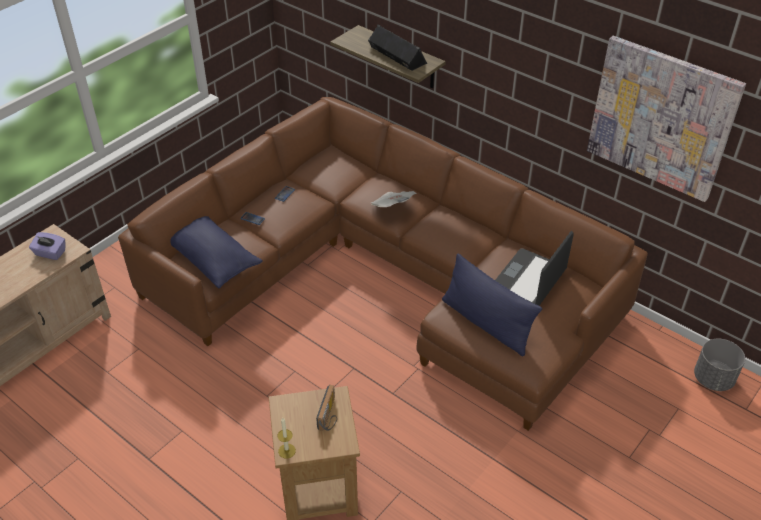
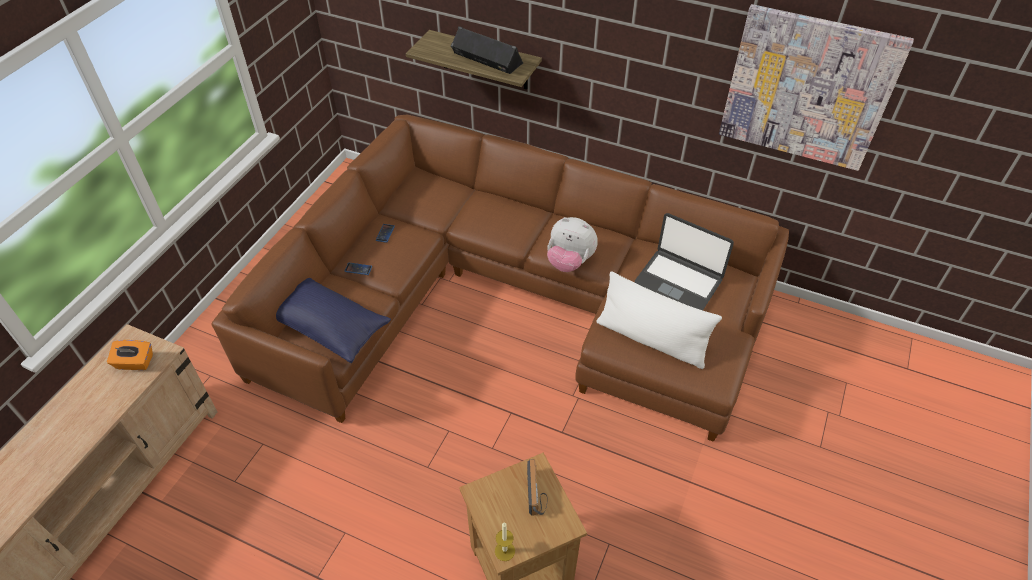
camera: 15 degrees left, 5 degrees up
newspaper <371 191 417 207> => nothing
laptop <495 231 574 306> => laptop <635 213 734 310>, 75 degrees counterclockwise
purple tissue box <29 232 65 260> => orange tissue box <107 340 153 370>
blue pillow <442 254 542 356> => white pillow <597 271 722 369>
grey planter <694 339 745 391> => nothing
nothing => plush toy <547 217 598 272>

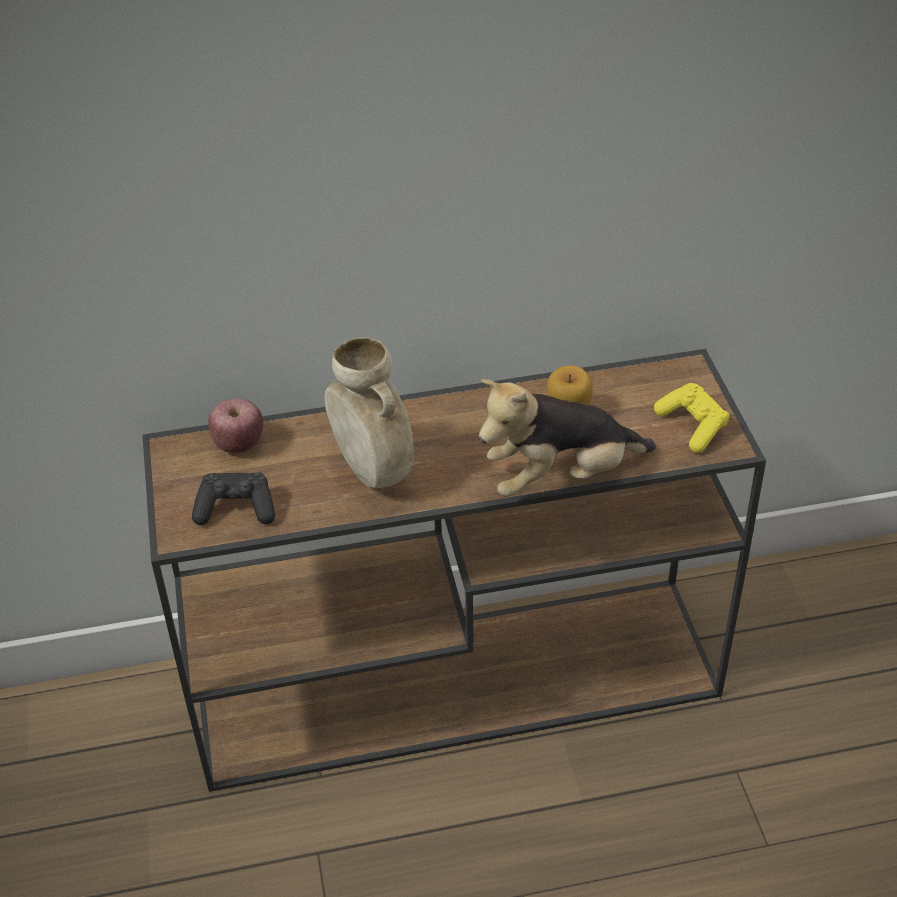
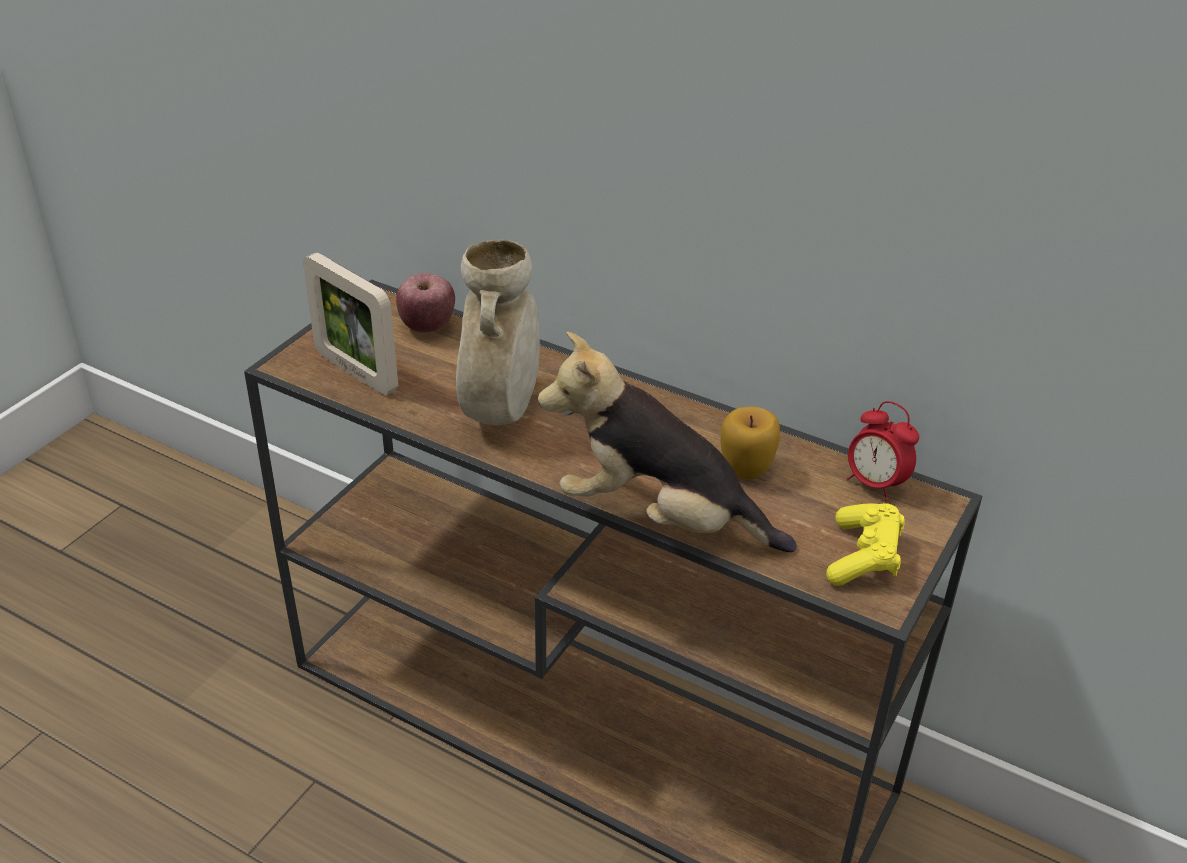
camera: 40 degrees right, 5 degrees down
black game controller <192 472 275 525> => picture frame <303 253 398 395>
nothing => alarm clock <847 401 919 501>

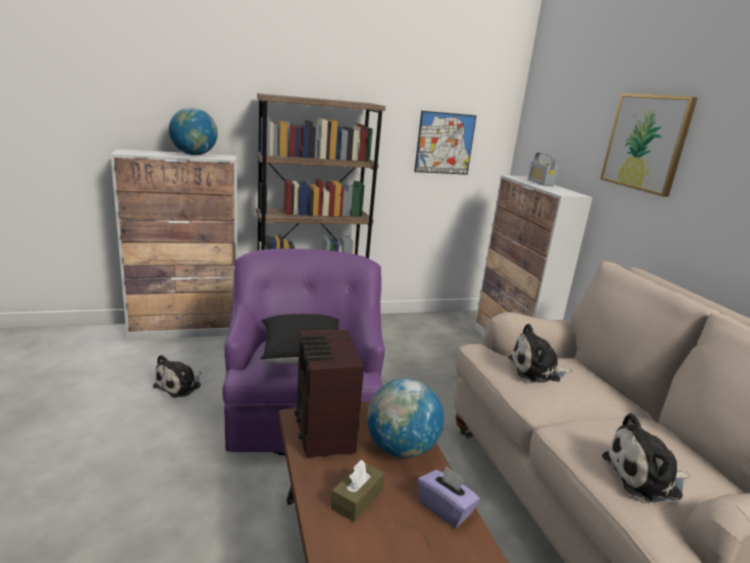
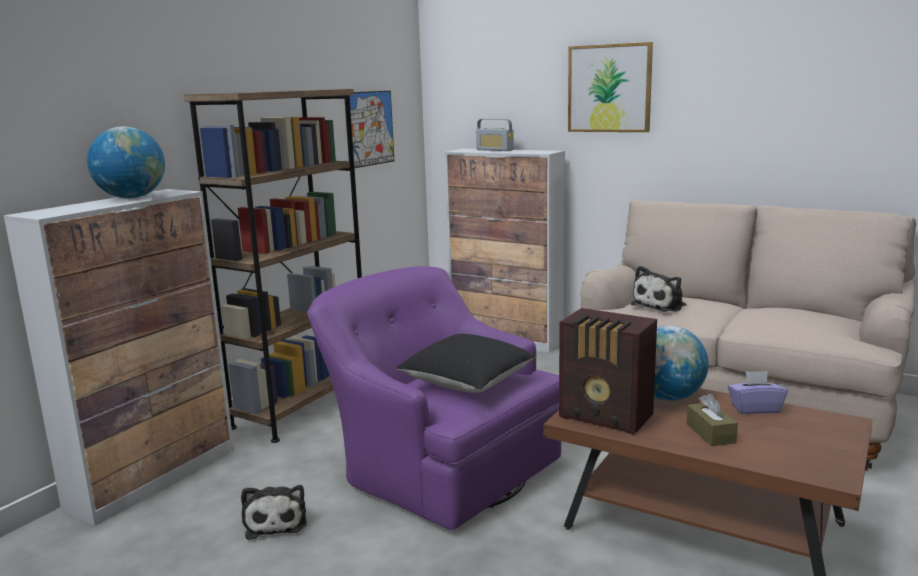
camera: 40 degrees left, 5 degrees down
plush toy <602 413 690 502> => nothing

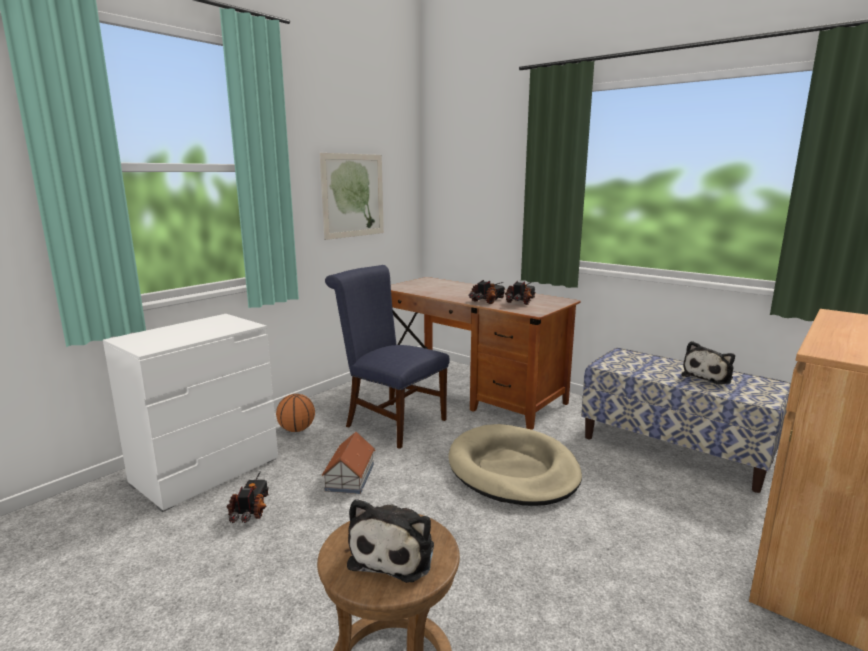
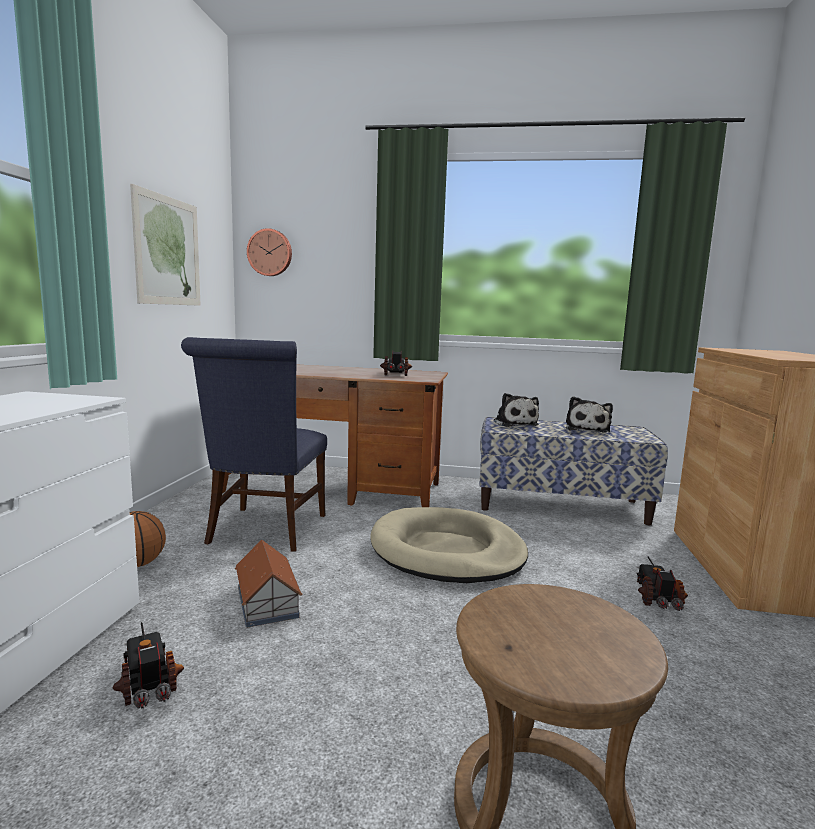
camera: 30 degrees left, 5 degrees down
blue chair <325 265 450 449> => blue chair <181 337 327 552>, 90 degrees counterclockwise
toy truck <468 280 505 304> => toy truck <637 556 688 611>, moved
plush toy <347 499 434 583> => plush toy <494 393 539 427>, moved
nothing => wall clock <247 228 292 276>

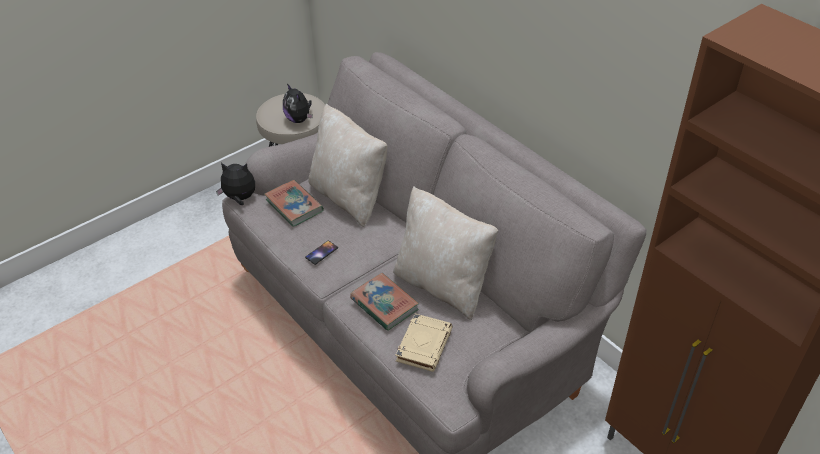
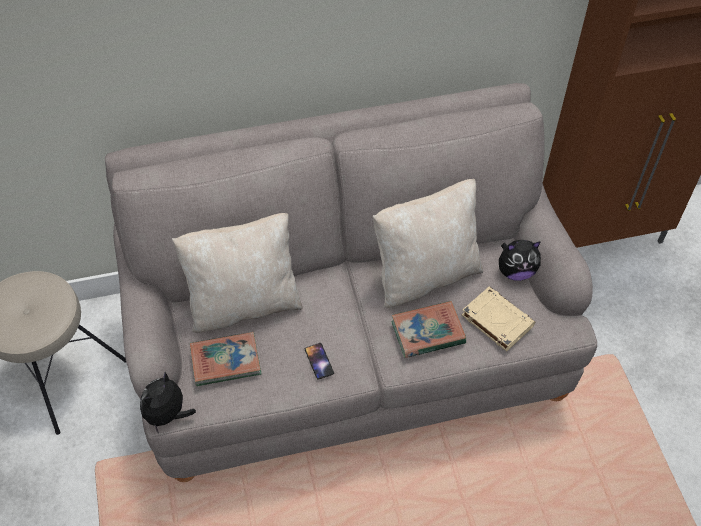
camera: 65 degrees left, 10 degrees up
plush toy <283 83 313 123> => plush toy <499 240 541 281>, moved

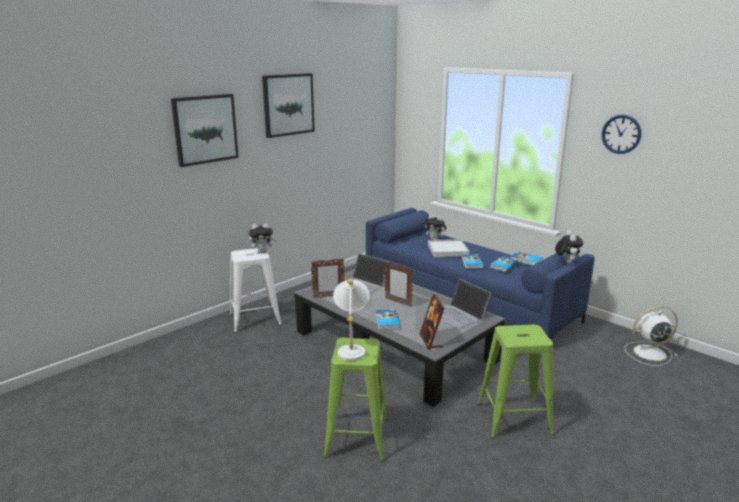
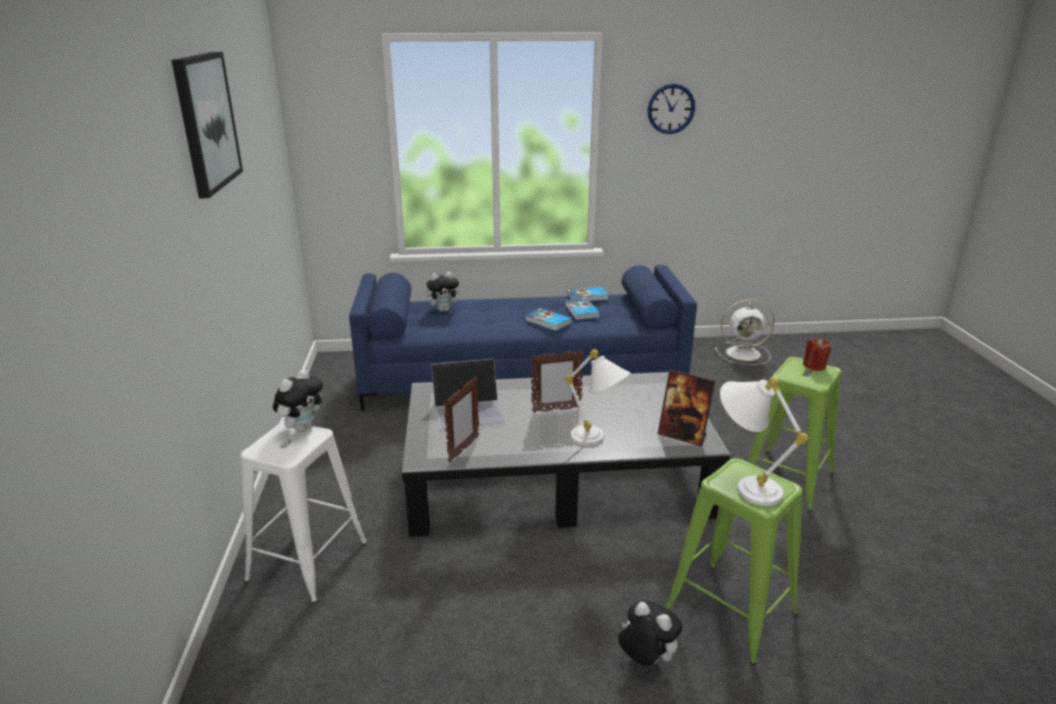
camera: 50 degrees left, 5 degrees up
picture <171 94 239 167> => nothing
plush toy <555 231 583 264> => plush toy <618 601 682 666>, moved
white tray <428 239 469 257> => nothing
laptop <441 279 491 329> => nothing
white fan <625 306 678 366> => white fan <715 299 775 365>, 120 degrees counterclockwise
book <376 309 400 330> => white table lamp <565 349 631 446>
nothing => red candle <803 338 831 371>

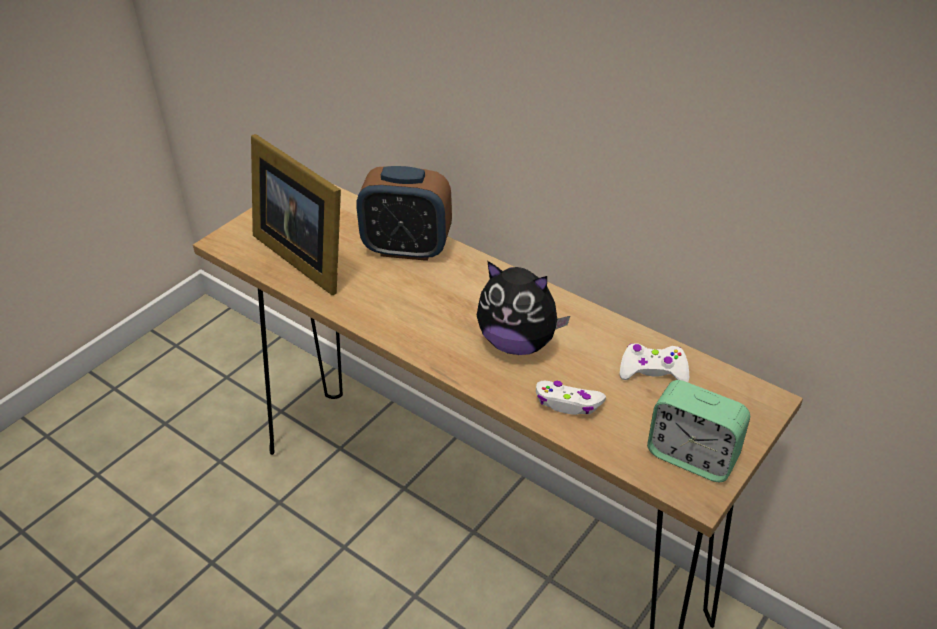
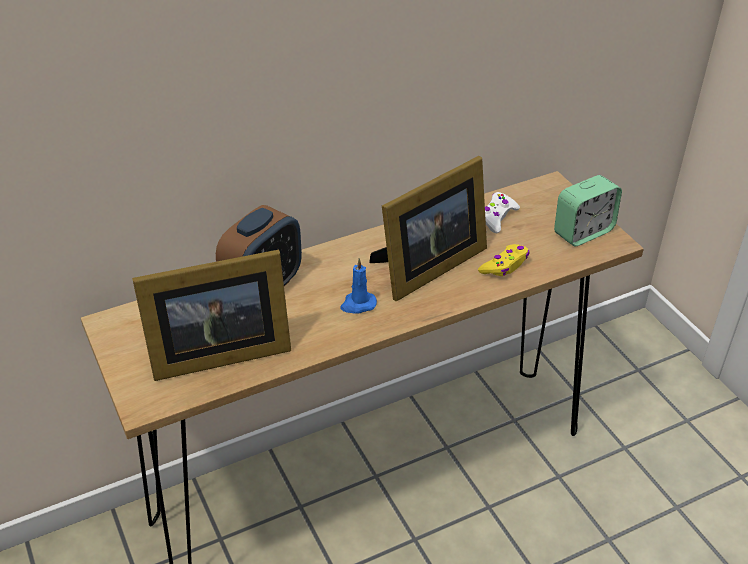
camera: 65 degrees left, 0 degrees up
plush toy <477 261 570 355> => picture frame <369 156 487 301>
white game controller <536 381 606 415> => yellow game controller <478 244 530 276>
nothing => blue candle <340 258 377 314>

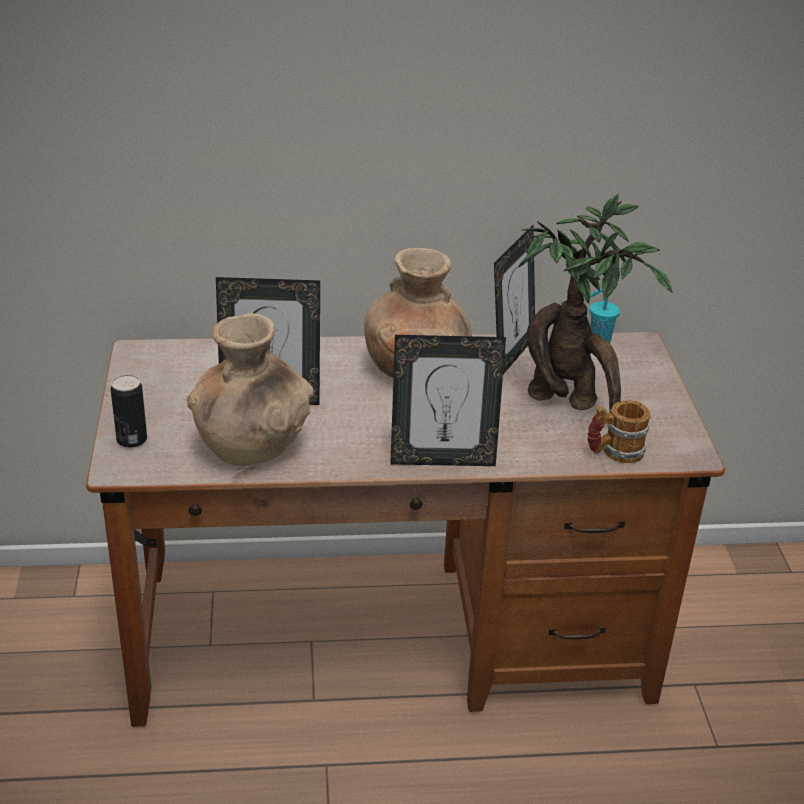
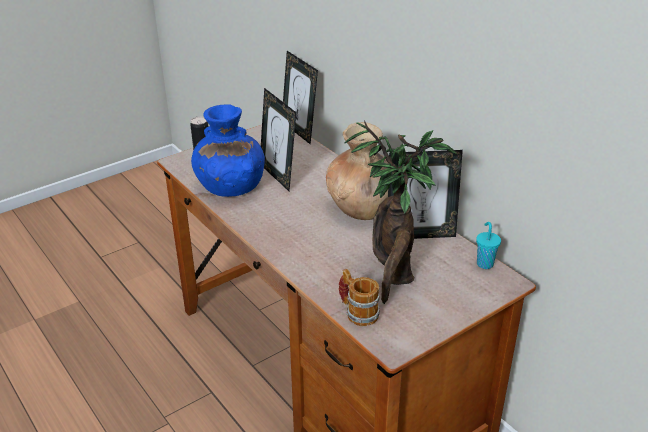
camera: 60 degrees right, 0 degrees up
brown vase <187 313 314 466> => blue vase <191 104 265 197>
picture frame <390 335 506 466> => picture frame <283 51 318 145>, moved

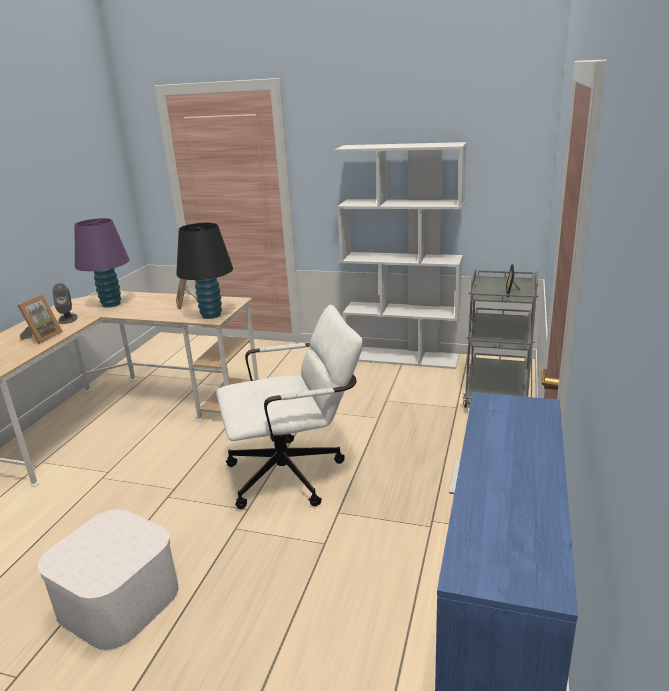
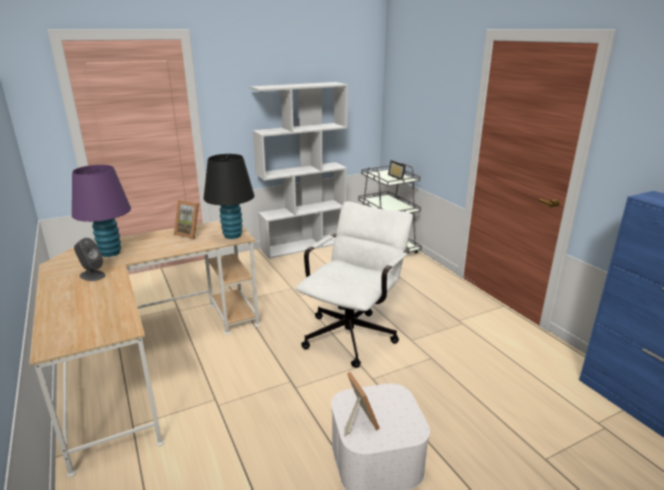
camera: 45 degrees left, 0 degrees up
picture frame <17 295 63 344> => picture frame <344 372 380 437>, moved

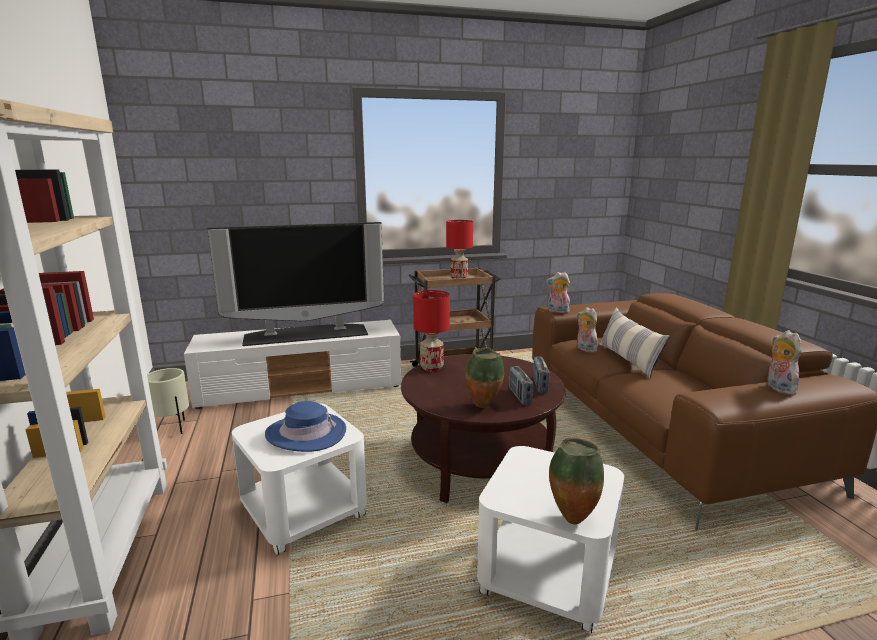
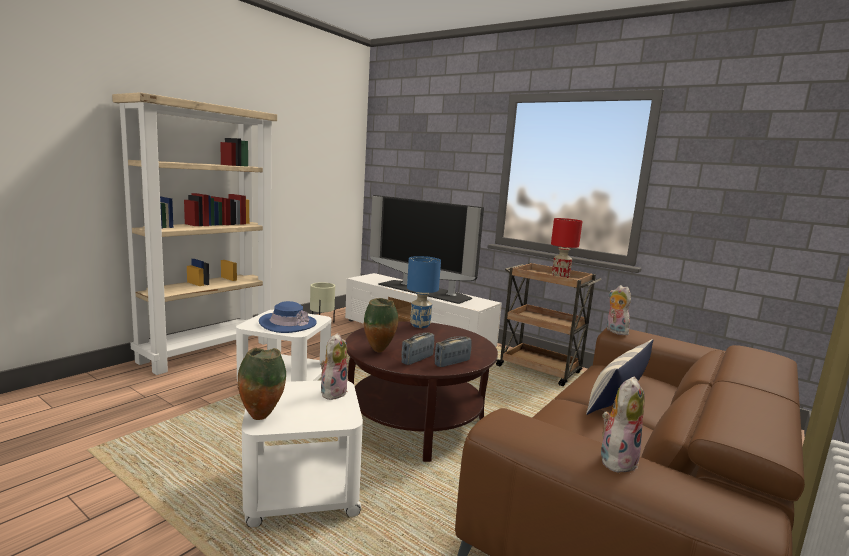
camera: 50 degrees right, 5 degrees down
red table lamp <413 290 450 371> => blue table lamp <407 256 441 328>
plush toy <577 307 598 352> => plush toy <320 333 347 400>, moved

